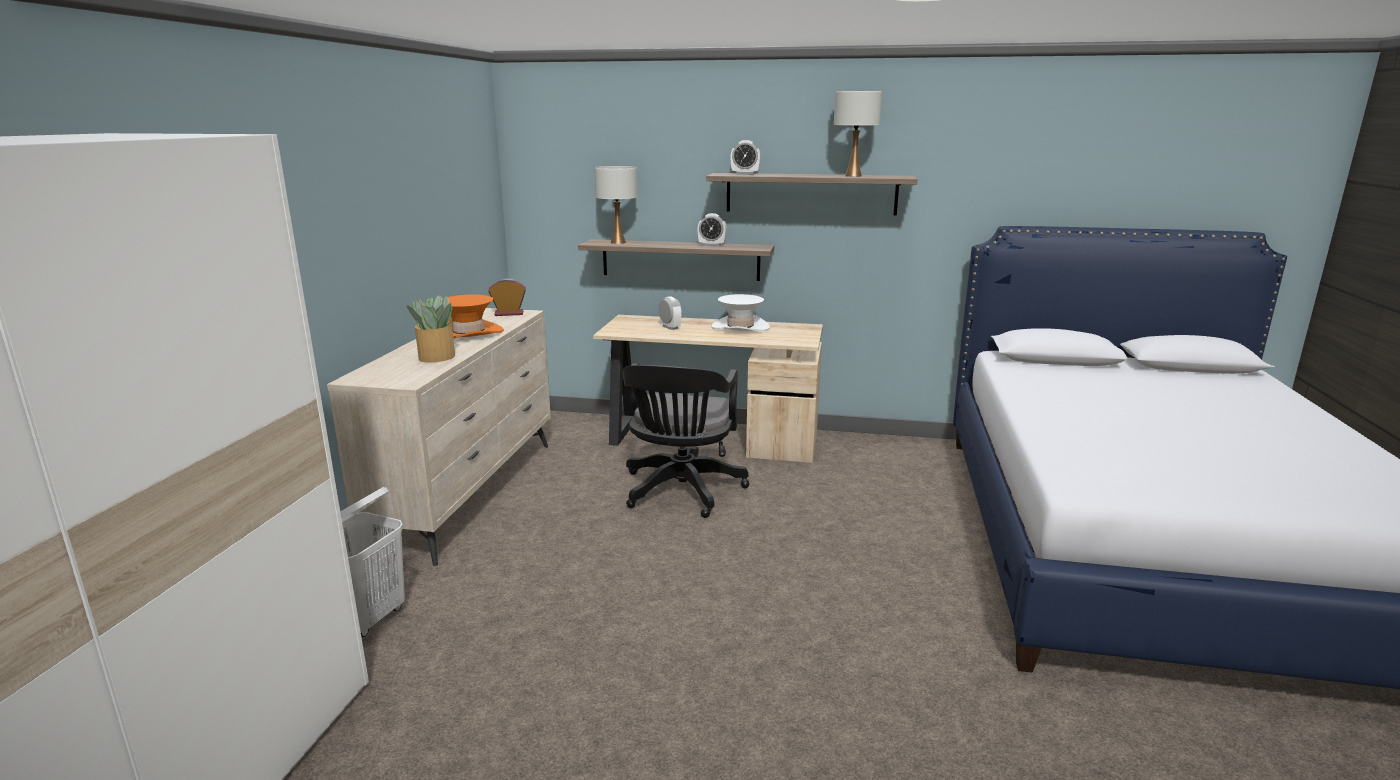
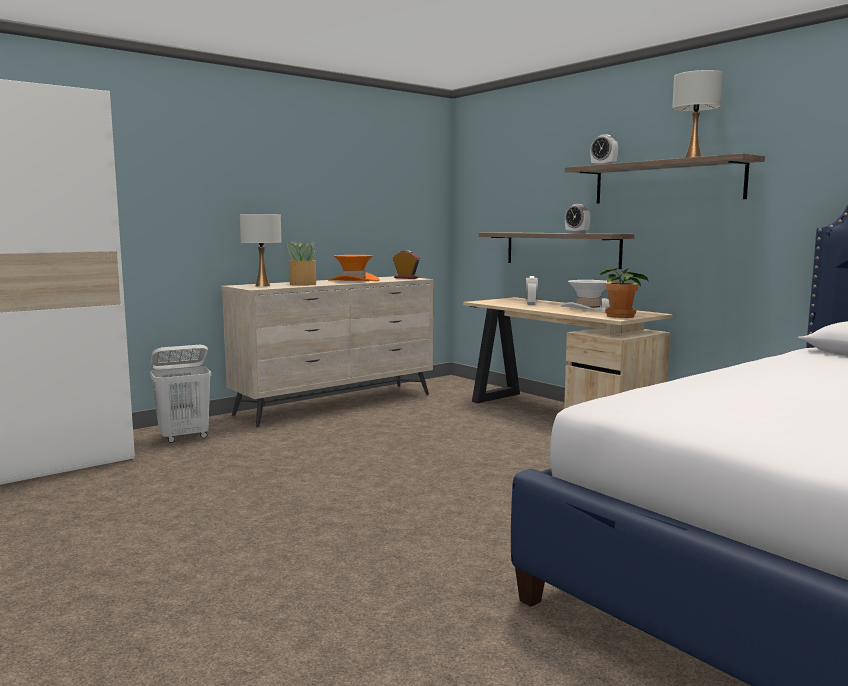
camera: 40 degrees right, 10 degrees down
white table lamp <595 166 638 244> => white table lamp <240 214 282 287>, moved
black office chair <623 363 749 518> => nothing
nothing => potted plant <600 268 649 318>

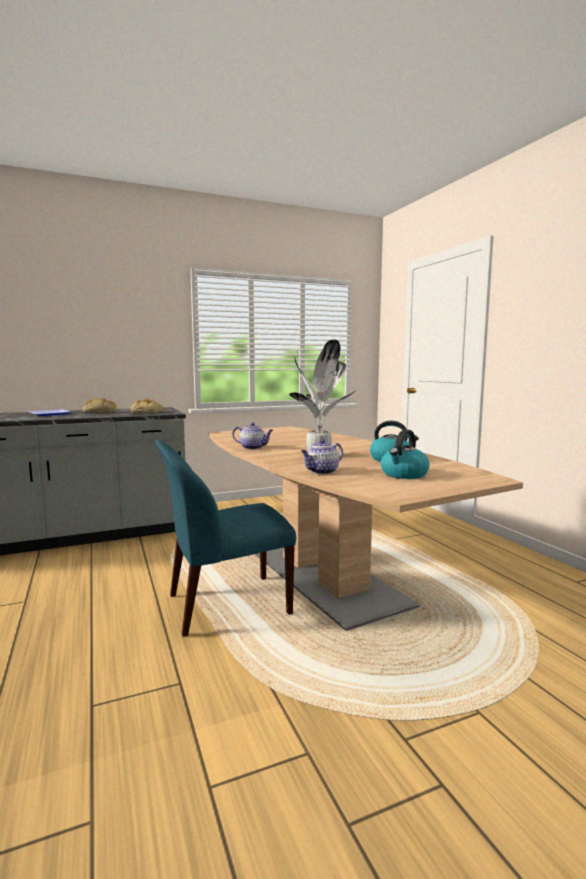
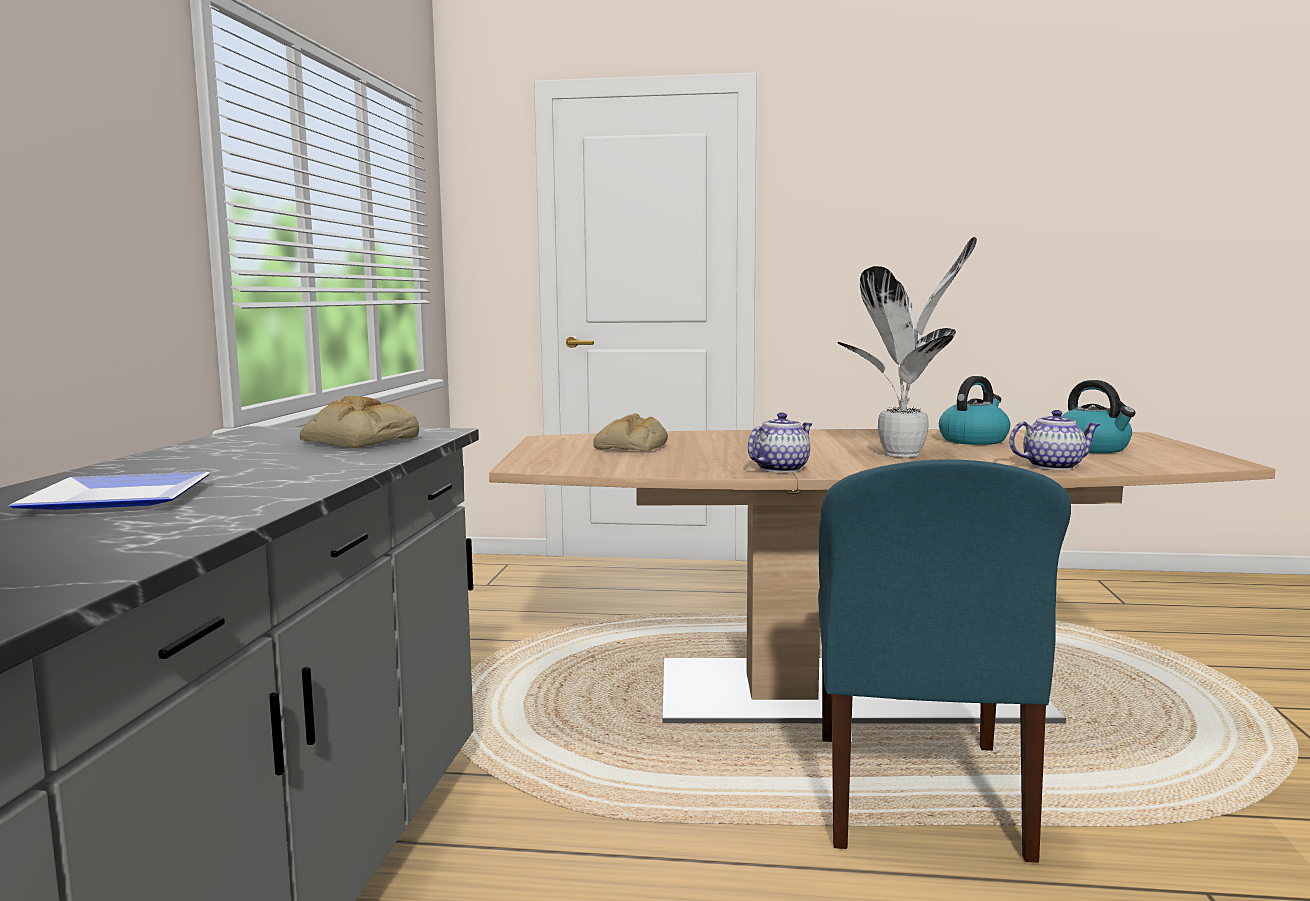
camera: 60 degrees left, 0 degrees up
bread <83 398 117 413> => bread <593 413 668 451>, moved
teapot <301 439 343 474> => teapot <1009 410 1100 470>, 90 degrees counterclockwise

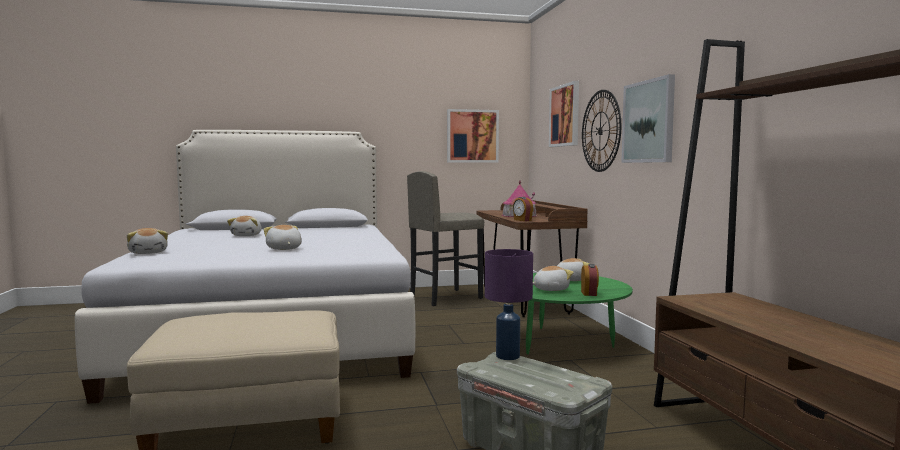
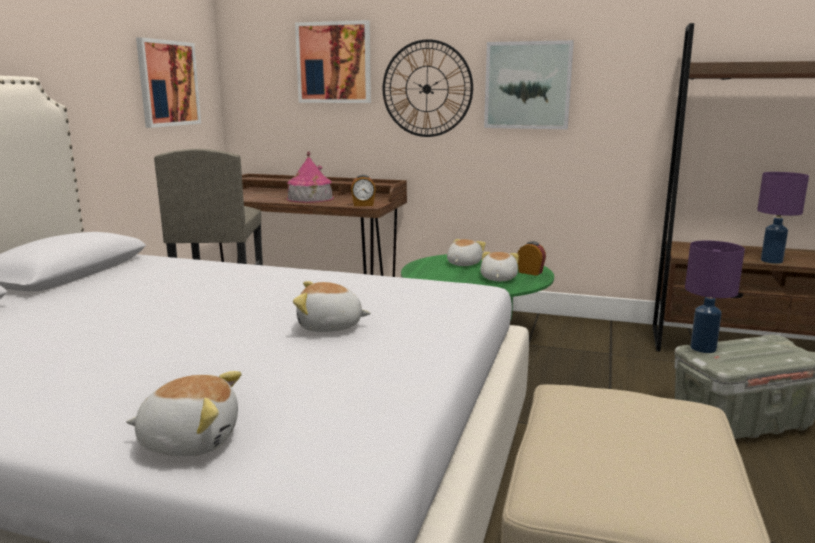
camera: 60 degrees left, 10 degrees up
plush toy <227 216 261 236> => nothing
nothing => purple table lamp <757 172 809 264>

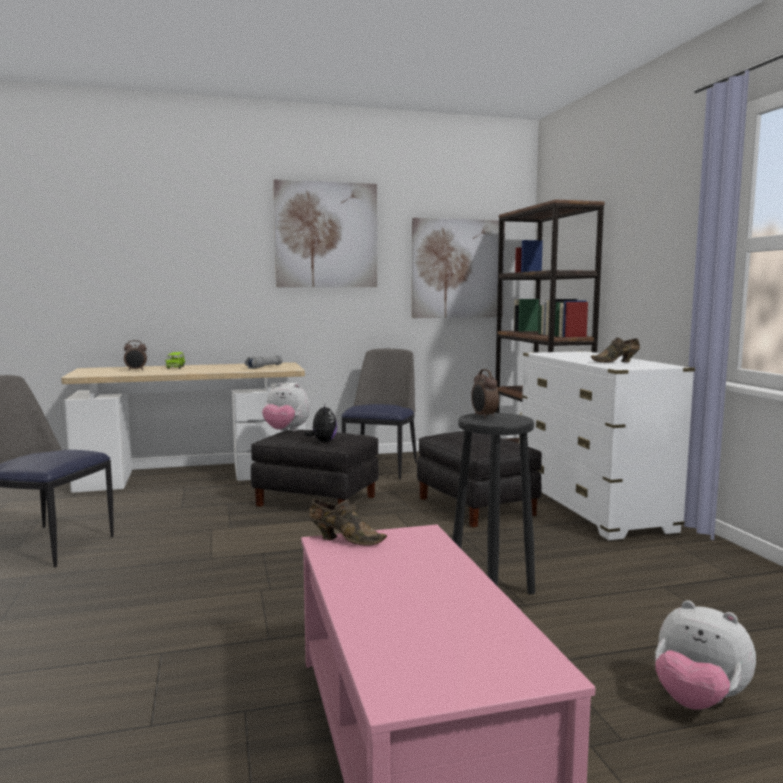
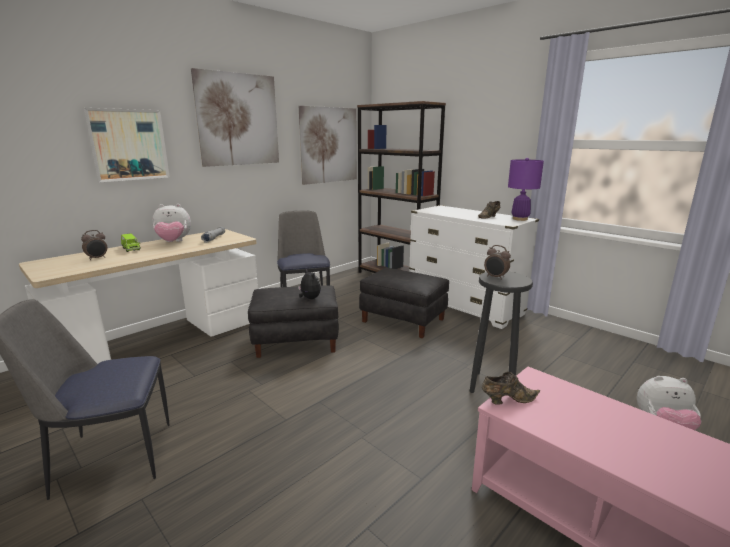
camera: 30 degrees left, 10 degrees up
plush toy <262 383 310 431> => plush toy <152 204 191 242>, moved
nothing => picture <83 108 170 183>
nothing => purple table lamp <508 158 544 221>

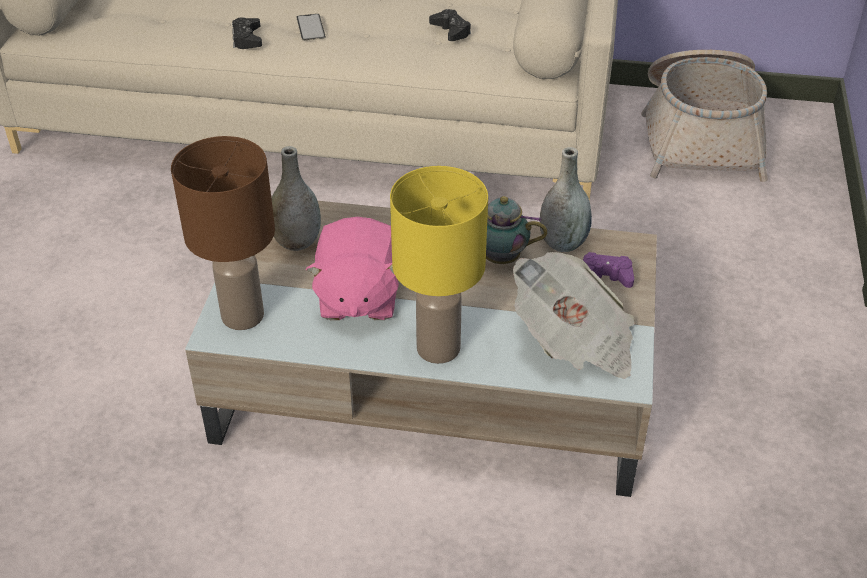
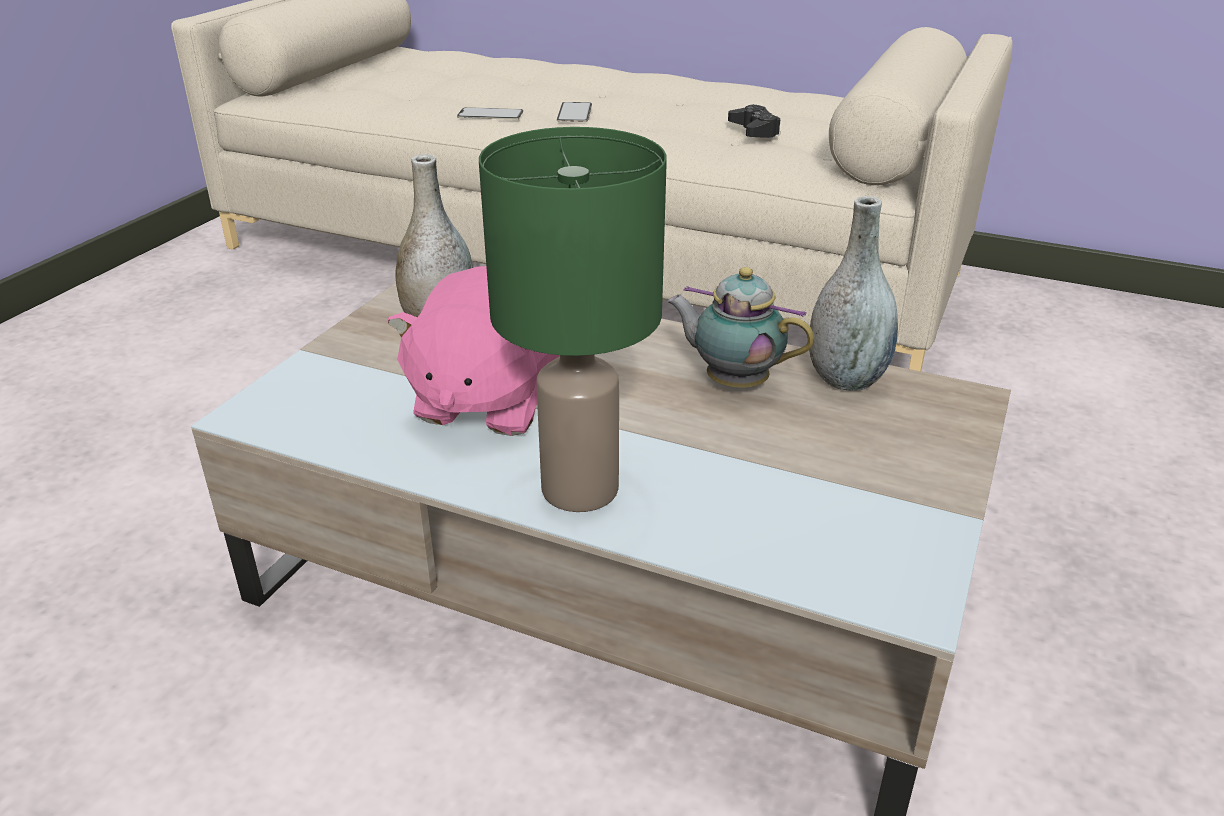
camera: 15 degrees right, 10 degrees down
black game controller <232 17 262 49> => phone <457 107 523 120>
basket <641 50 768 182> => nothing
brown table lamp <171 136 275 330> => nothing
yellow table lamp <390 166 488 364> => green table lamp <479 127 667 512>
newspaper <513 252 635 379> => nothing
purple game controller <583 252 634 288> => nothing

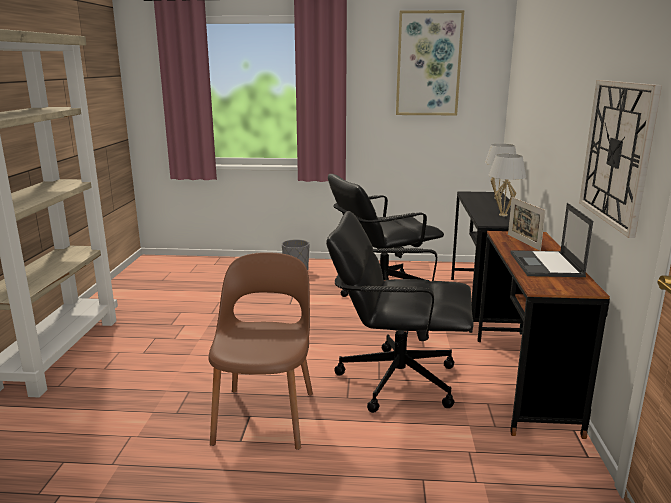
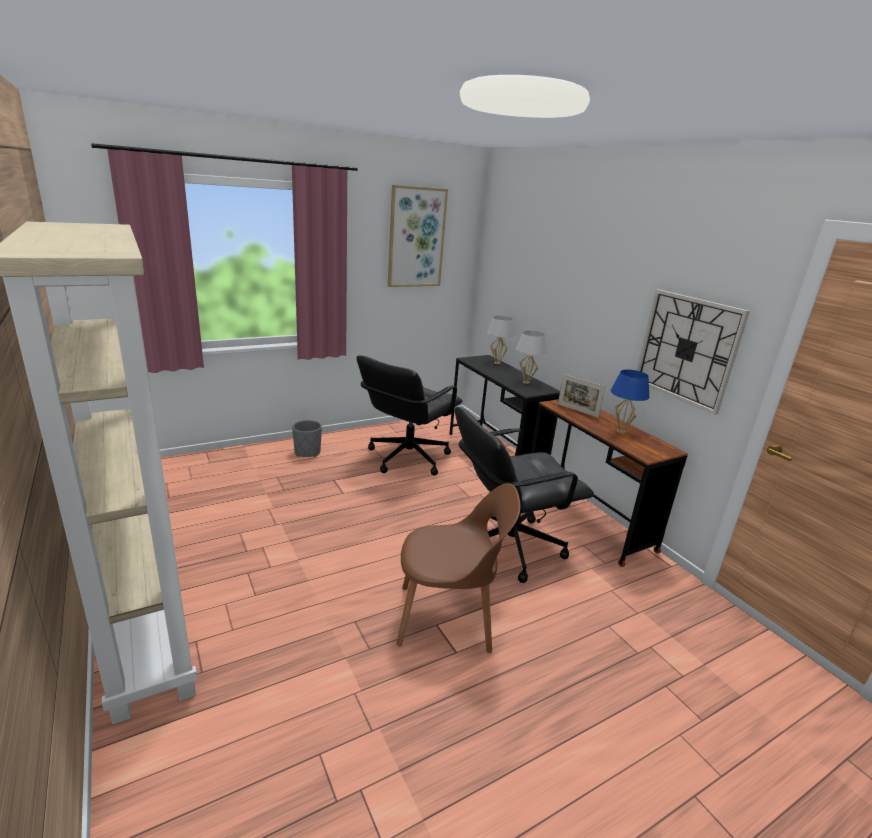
camera: 35 degrees left, 5 degrees up
laptop <511 203 593 277> => blue table lamp <610 370 649 434>
brown chair <209 252 313 450> => brown chair <396 483 520 653>, 120 degrees clockwise

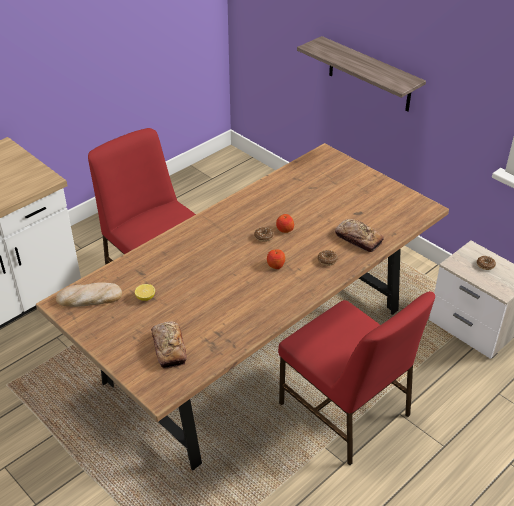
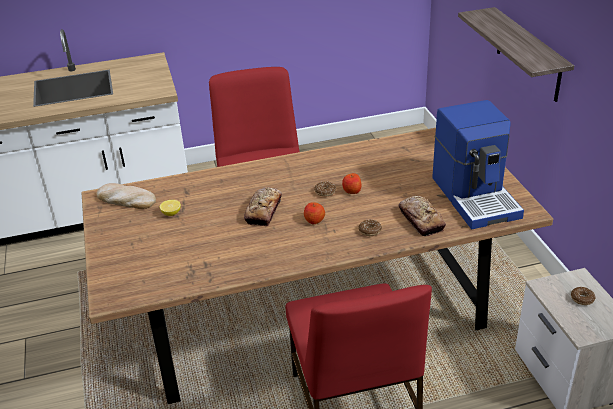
camera: 30 degrees right, 5 degrees down
bread <151 321 187 369> => bread <244 187 282 226>, moved
nothing => coffee machine <432 100 524 229>

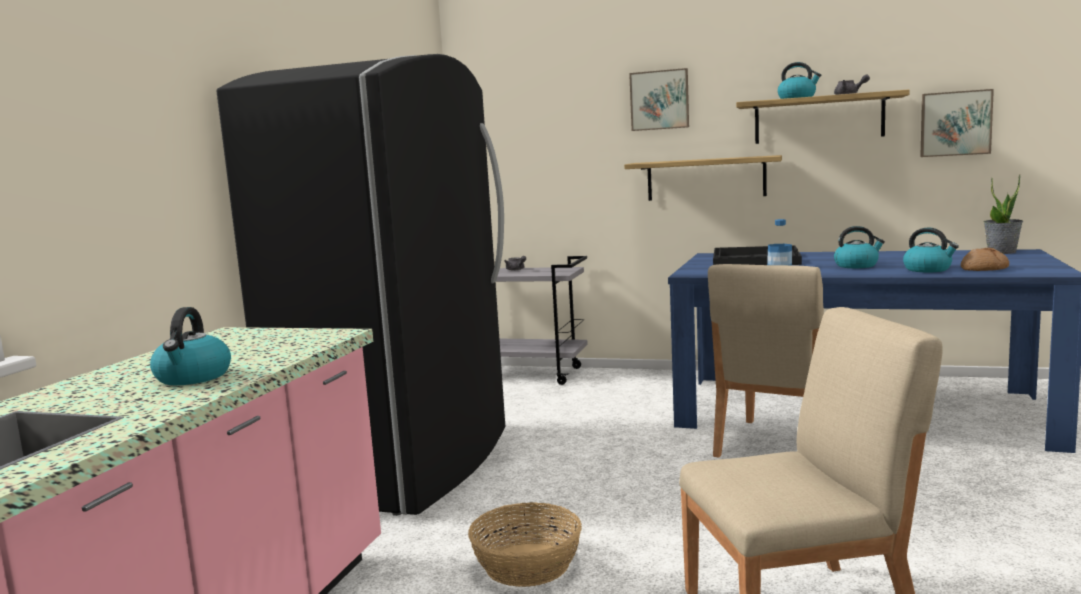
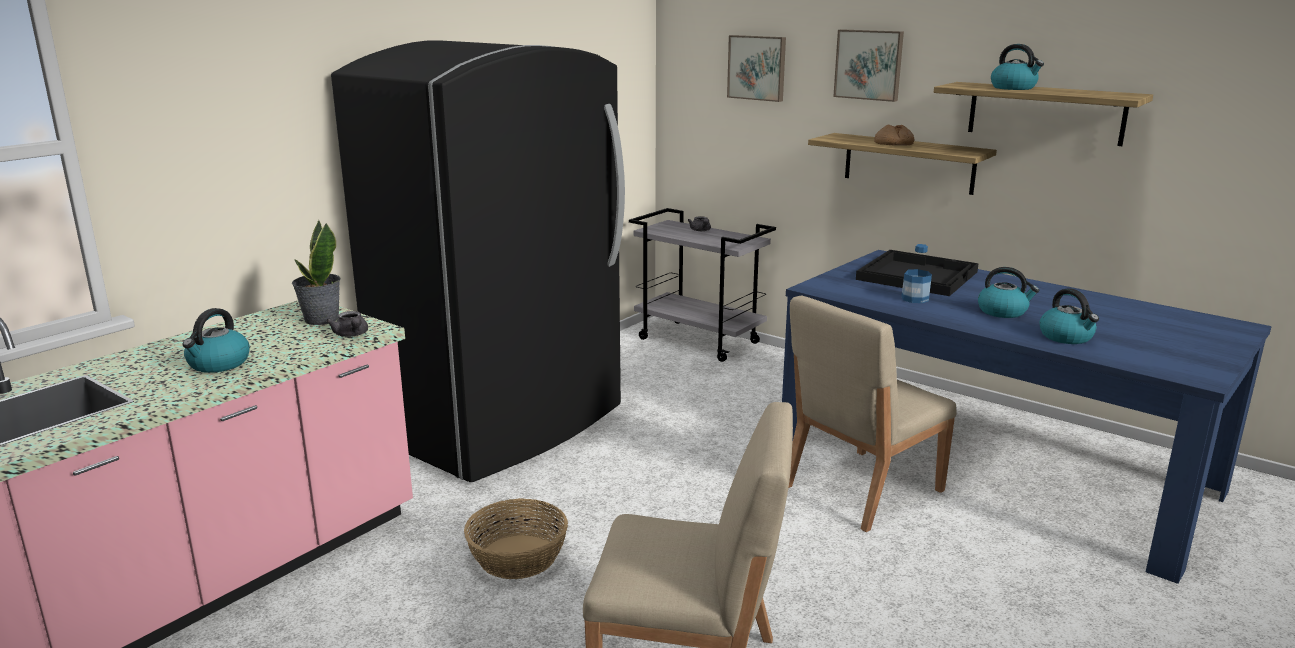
camera: 20 degrees right, 10 degrees up
grey teapot <834 74 870 95> => grey teapot <326 311 368 337>, moved
picture <920 89 994 157> => picture <727 35 786 102>, moved
potted plant <983 175 1023 254> => potted plant <292 220 341 325>, moved
bread <961 248 1009 271> => bread <874 125 914 146>, moved

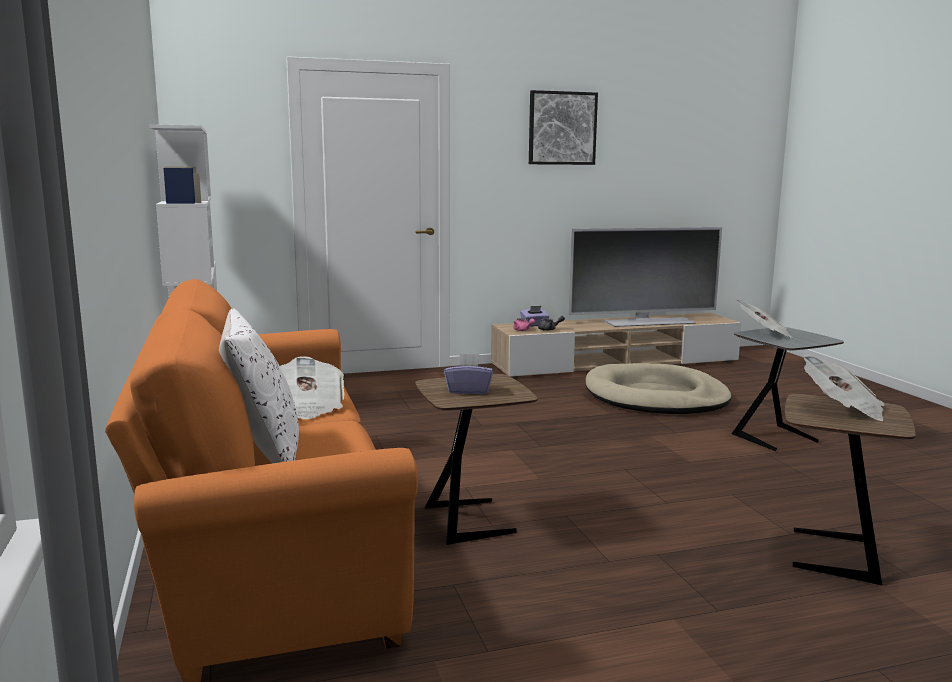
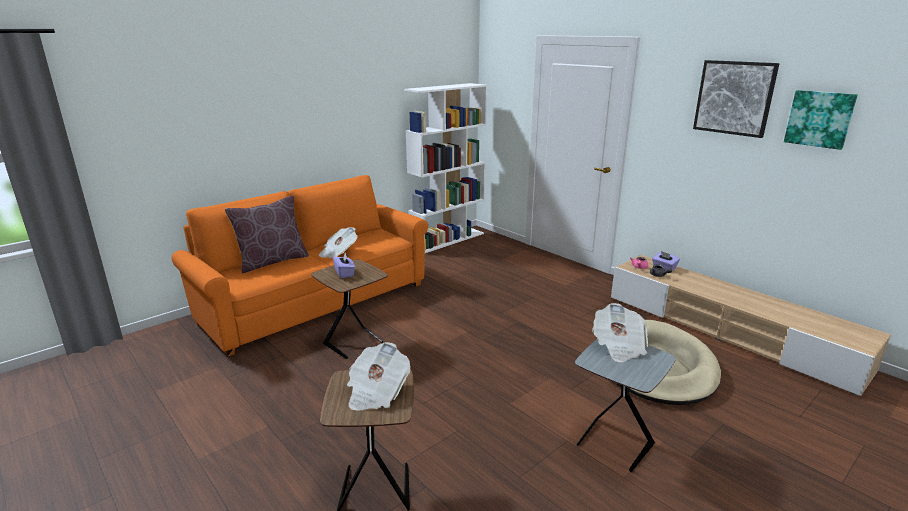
camera: 65 degrees right, 10 degrees up
television <568 227 722 327> => nothing
white pillow <219 308 299 464> => brown pillow <225 196 309 274>
nothing => picture <784 90 858 150>

